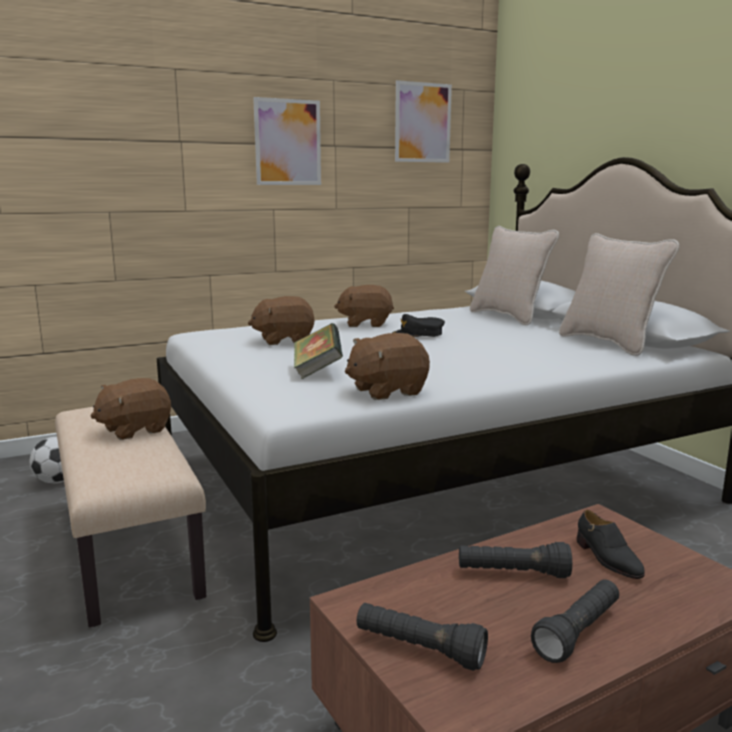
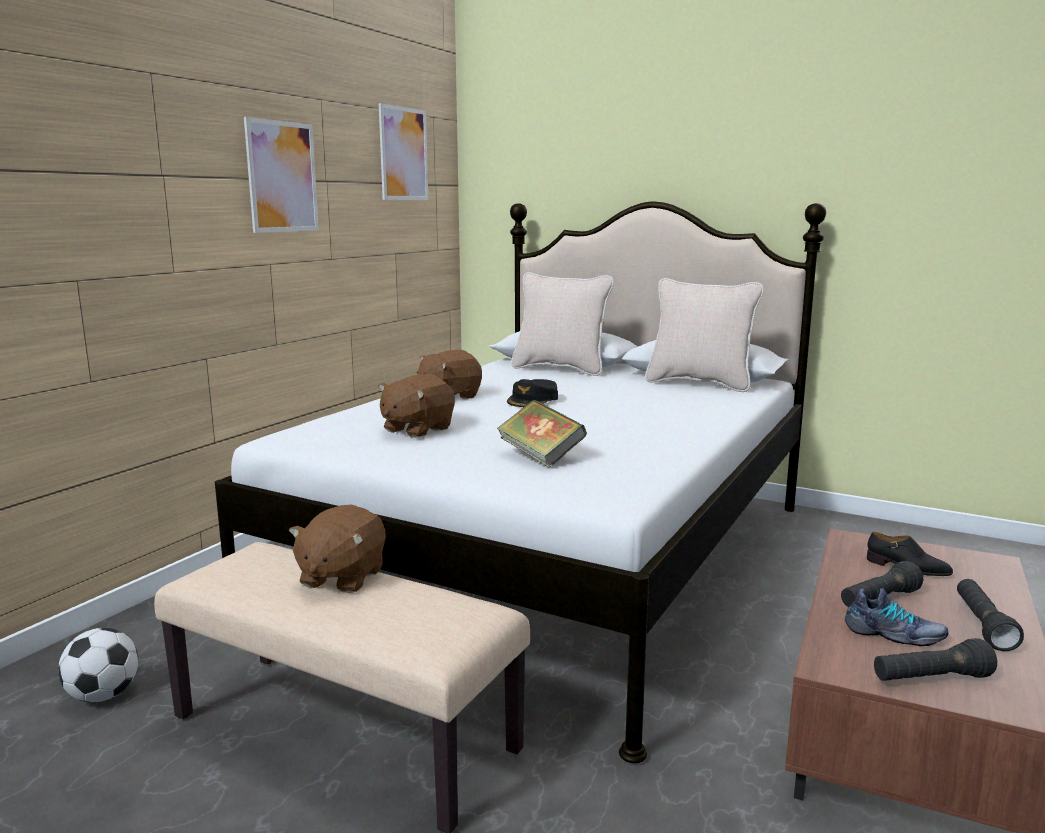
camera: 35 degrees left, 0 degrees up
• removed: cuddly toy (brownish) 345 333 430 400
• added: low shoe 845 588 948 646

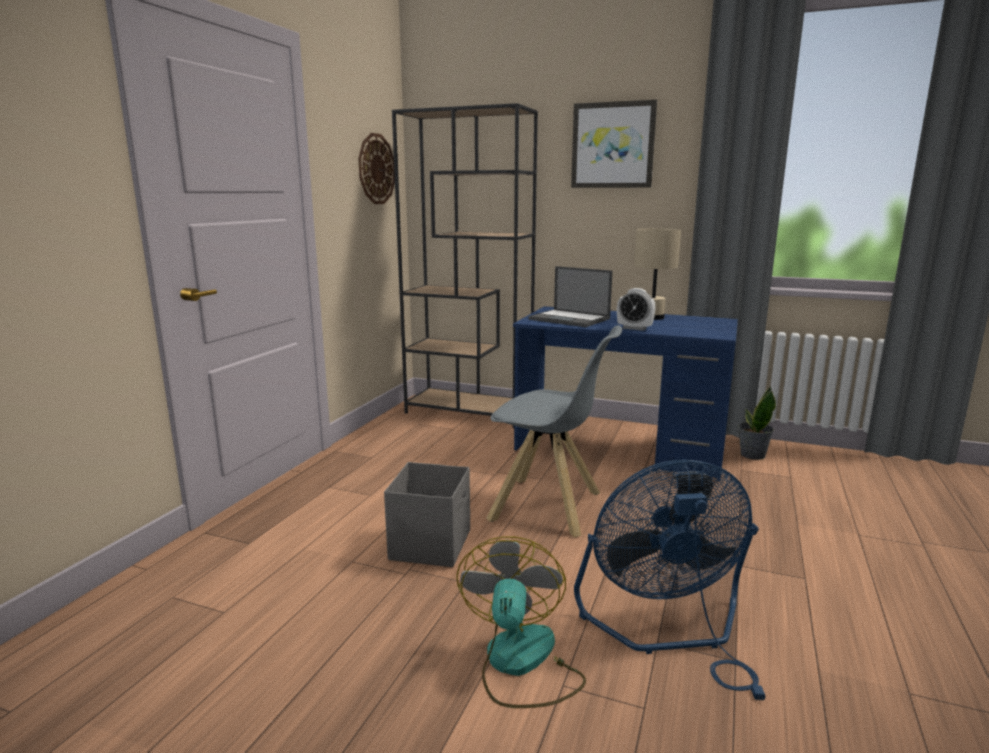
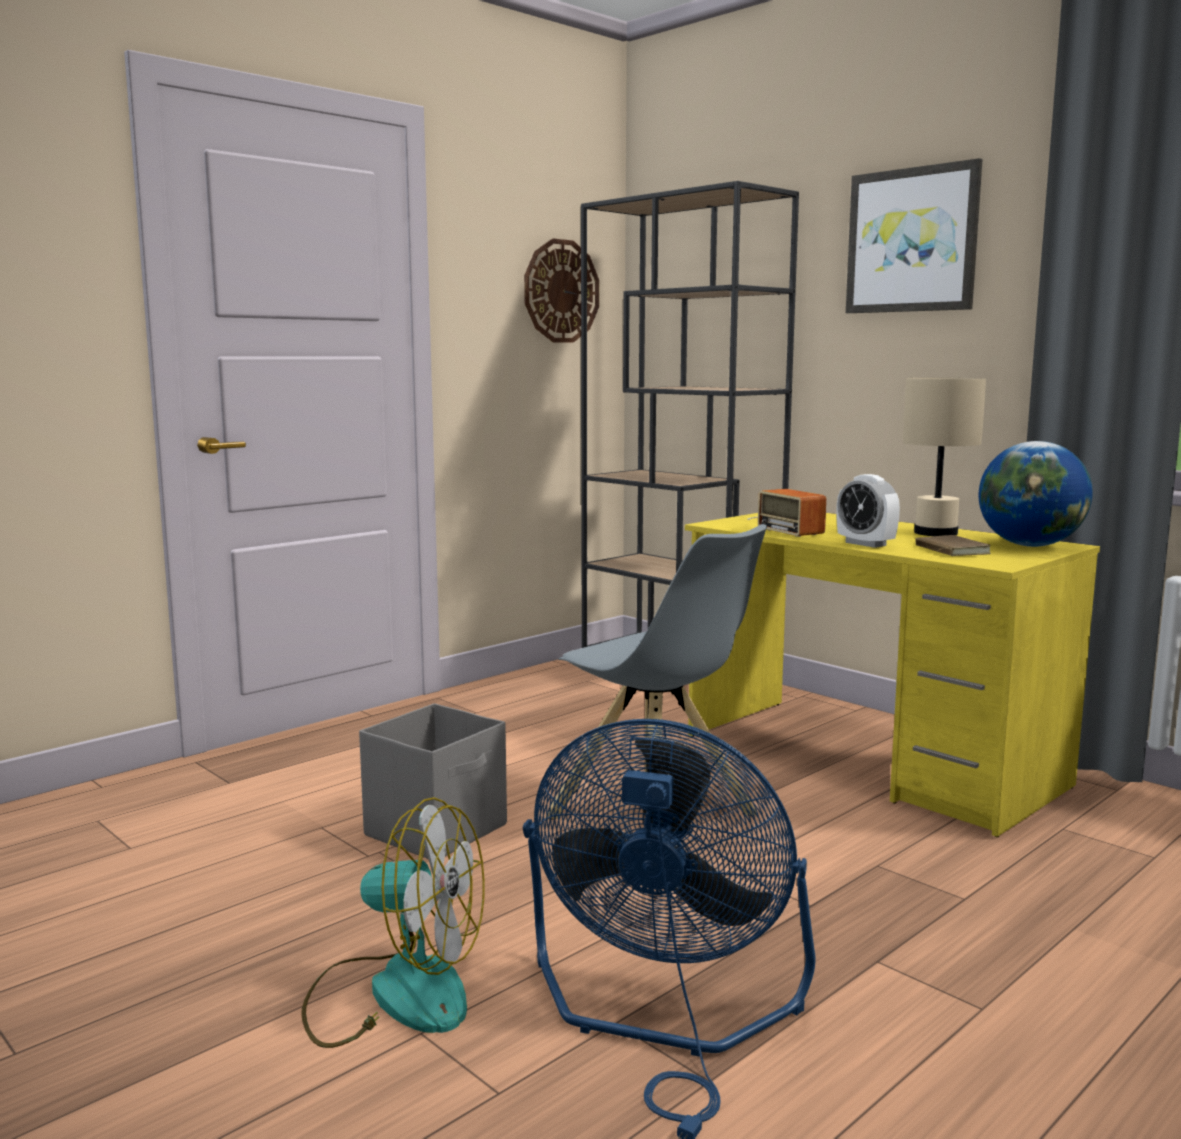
camera: 25 degrees right, 5 degrees down
• removed: potted plant 738 386 776 460
• added: volume (brownish) 915 535 991 556
• added: globe 979 441 1093 547
• replaced: notebook computer 528 266 613 327 to radio receiver 747 489 827 537
• recoloured: desk unit (bluish) 513 306 738 481 to desk unit (yellowish) 685 513 1100 837
• turned: fan 456 536 586 708 = 301 797 485 1048 75 degrees clockwise

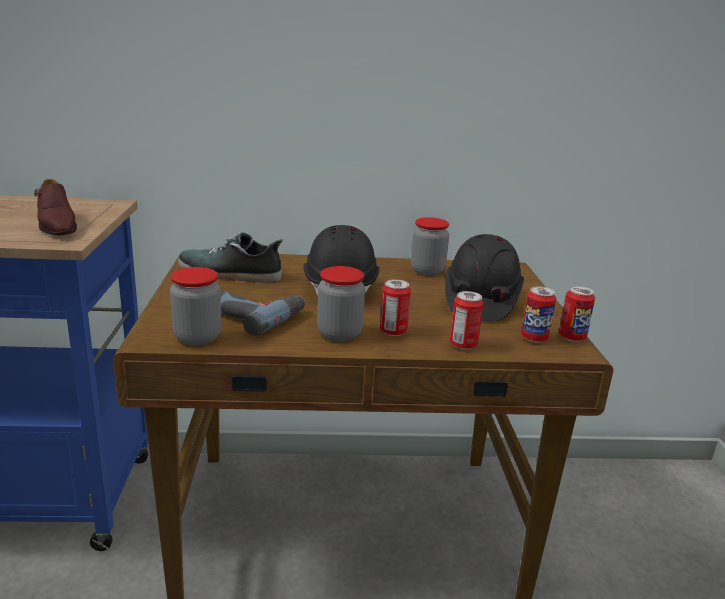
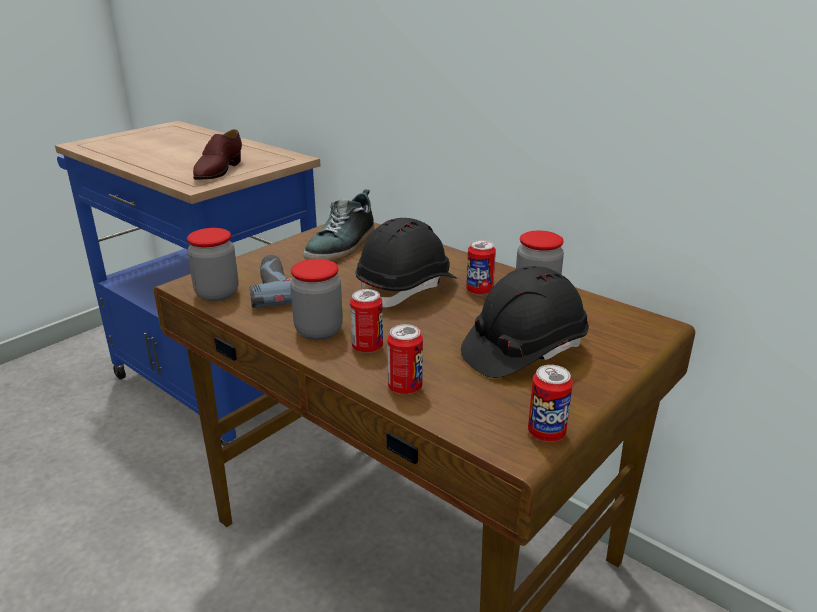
camera: 45 degrees right, 5 degrees up
• moved: can 521 286 556 343 to 466 240 496 296
• turned: low shoe 178 232 283 283 = 303 189 374 261 120 degrees counterclockwise

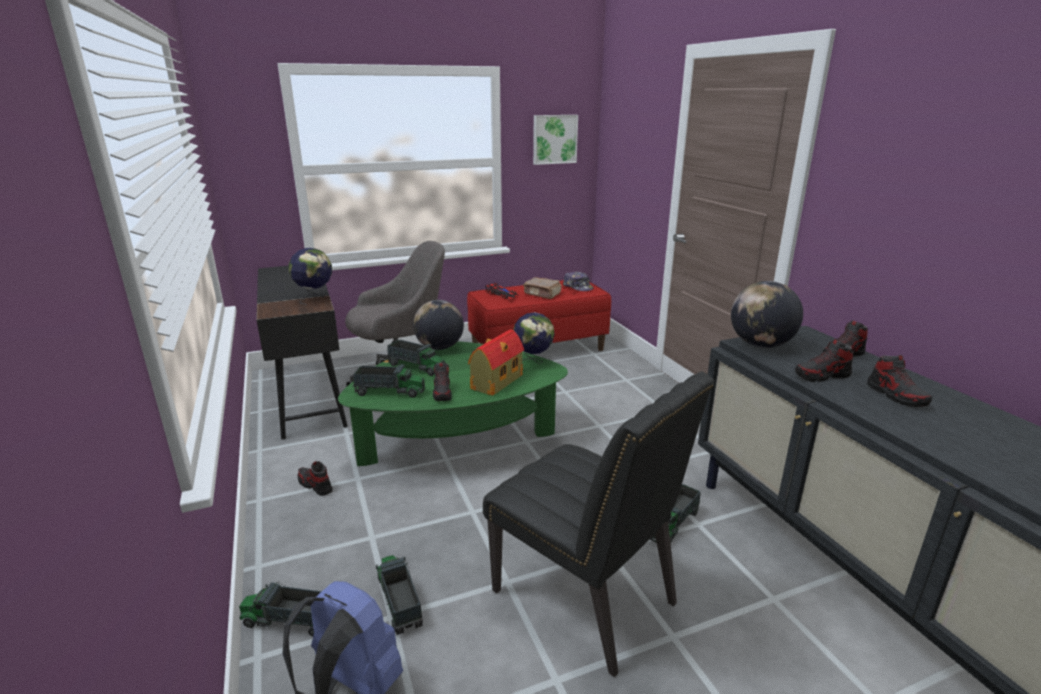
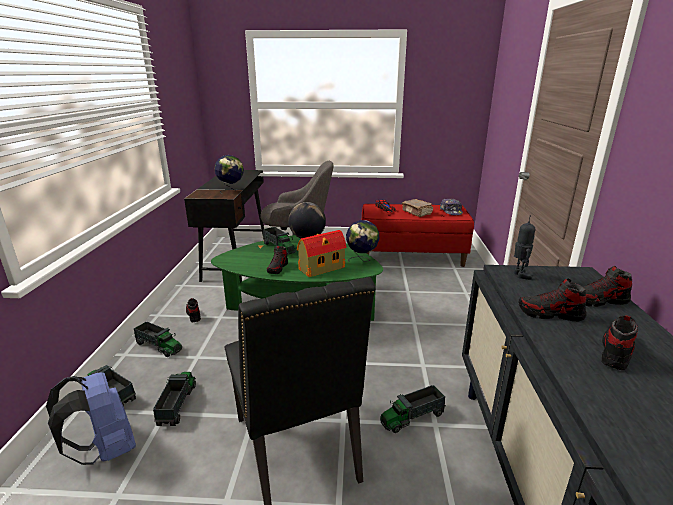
camera: 25 degrees right, 0 degrees up
• removed: wall art 533 115 578 165
• moved: toy truck 353 364 425 398 to 134 322 182 357
• replaced: globe 731 281 803 348 to toy robot 514 215 535 280
• turned: low shoe 867 355 932 407 = 601 315 638 370 150 degrees counterclockwise

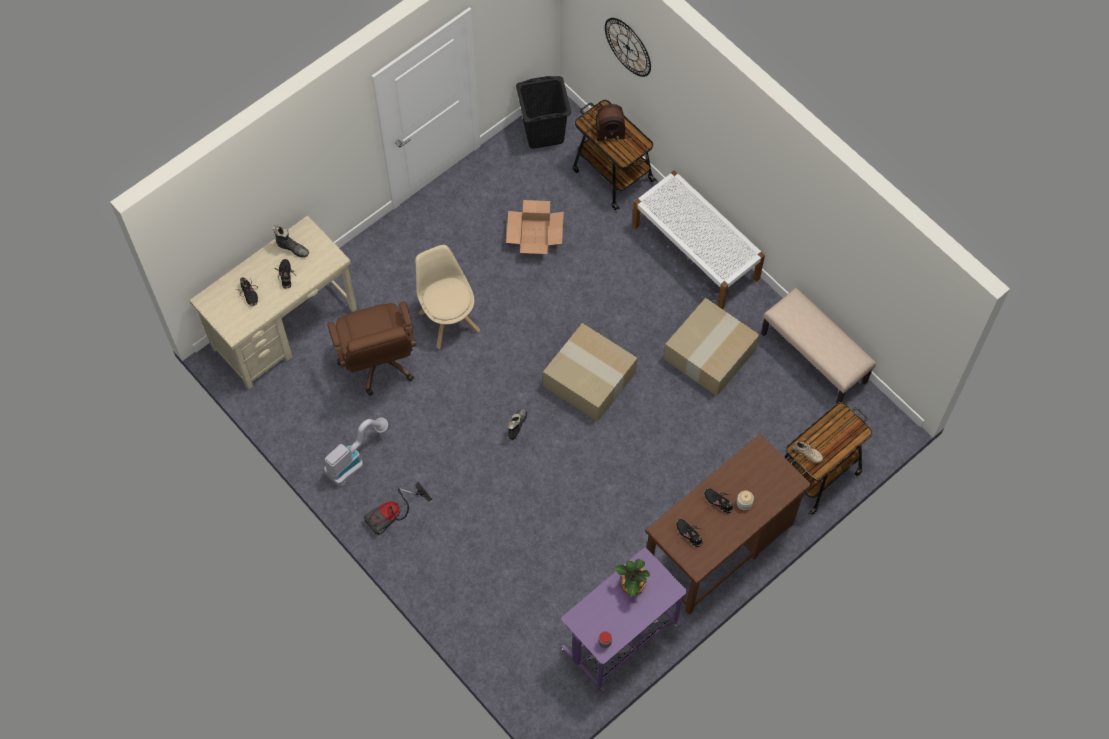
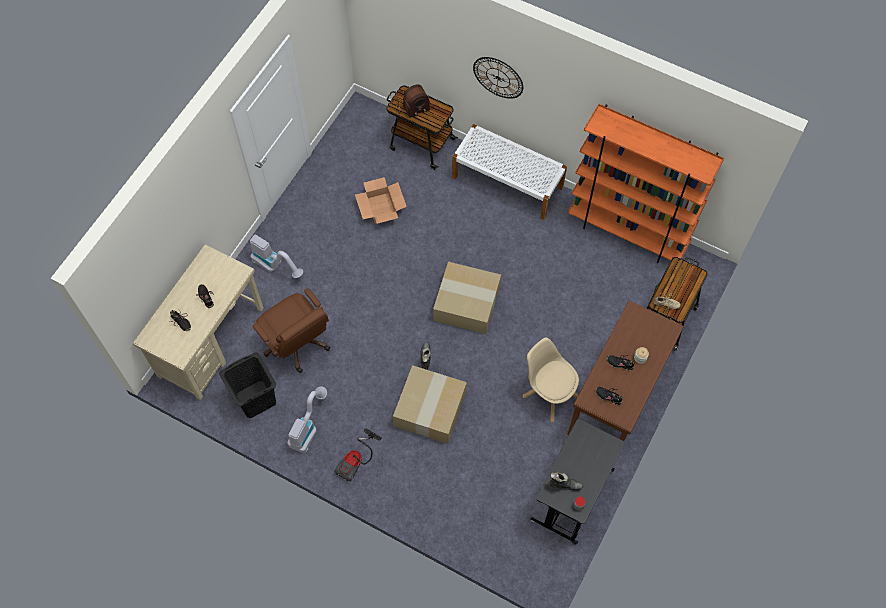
camera: 20 degrees left, 0 degrees up
• removed: potted plant 615 559 650 597
• added: vacuum 250 235 303 278
• moved: high-top boot (blackish) 272 225 309 258 to 550 473 583 491
• moved: chair (beige) 415 245 480 349 to 523 337 579 422
• moved: laundry basket (blackish) 516 76 571 149 to 219 352 276 418
• moved: clock on the wall 605 18 651 77 to 473 57 523 99
• moved: cardboard box 664 298 759 396 to 393 365 467 443
• replaced: long seat (beige) 761 288 876 403 to bookshelf (orange-coloured) 568 104 724 263
• recoloured: desk unit (purple-coloured) 561 548 687 693 to desk unit (blackish) 531 419 625 545

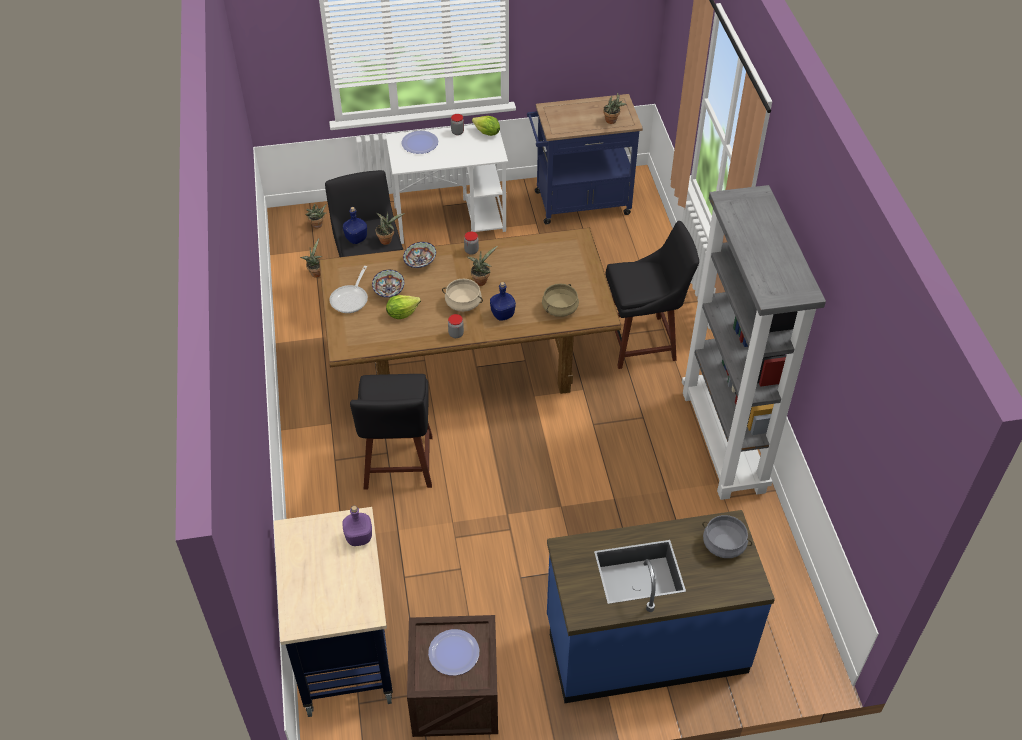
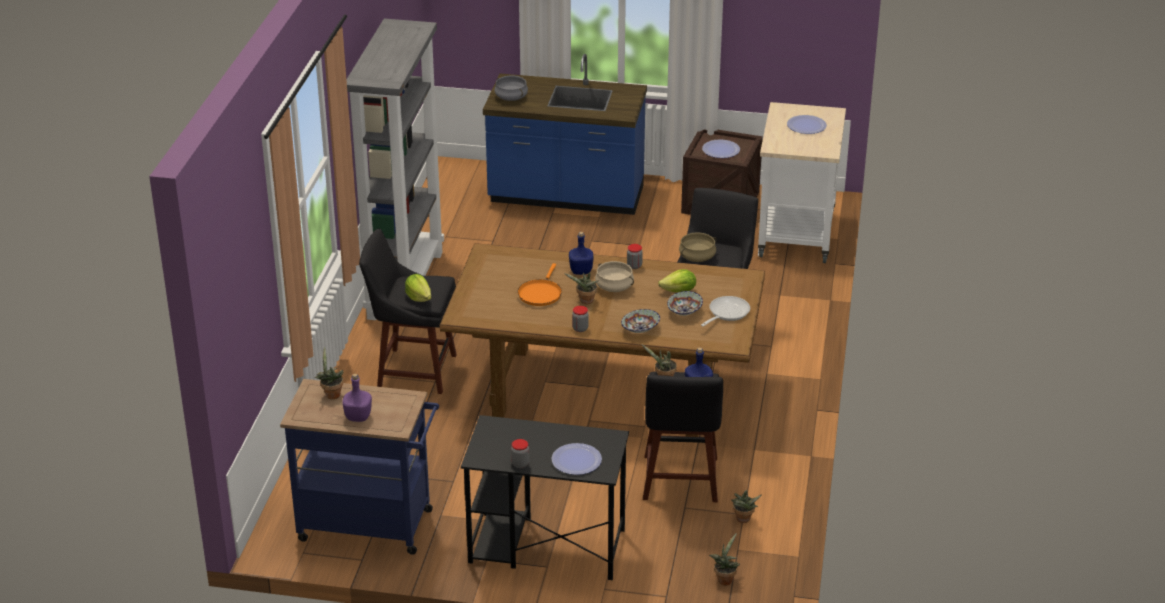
camera: 160 degrees left, 15 degrees down
• added: skillet (orange-coloured) 518 263 562 306
• added: flat dish 787 115 827 134
• moved: bottle (purple-coloured) 342 506 372 546 to 342 374 372 422
• moved: head of lettuce 472 116 500 136 to 405 274 431 302
• moved: saucepot (beige) 542 284 579 317 to 679 232 716 262
• recoloured: cart (bluish) 274 507 393 717 to cart (whitish) 758 102 846 263
• recoloured: desk unit (whitish) 386 125 508 244 to desk unit (blackish) 461 415 629 580

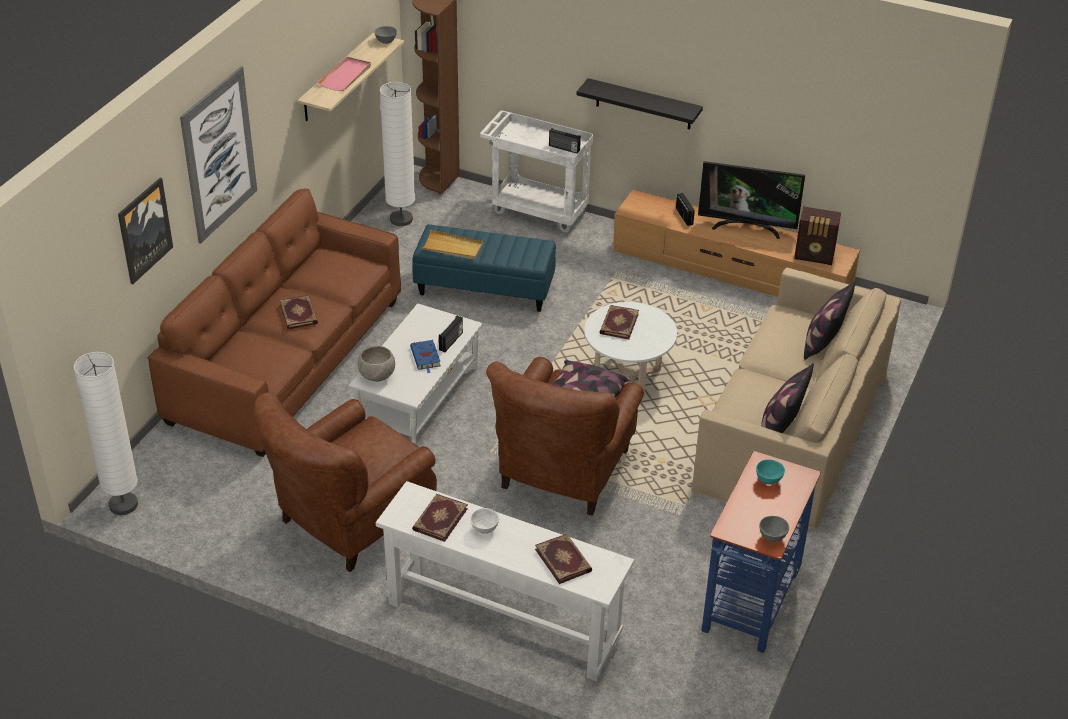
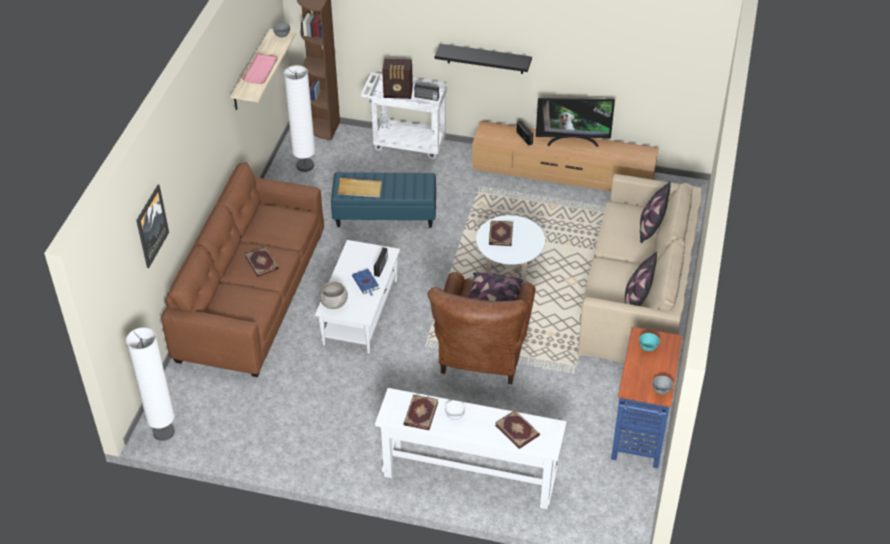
camera: 10 degrees left, 5 degrees up
• removed: wall art 180 66 257 244
• removed: easy chair (brownish) 254 393 437 572
• moved: radio receiver 794 207 841 265 to 382 59 413 99

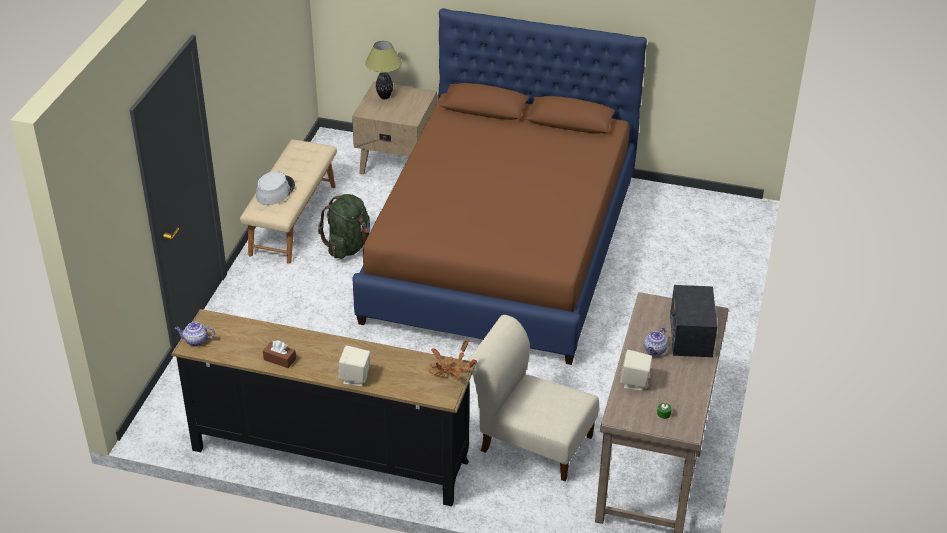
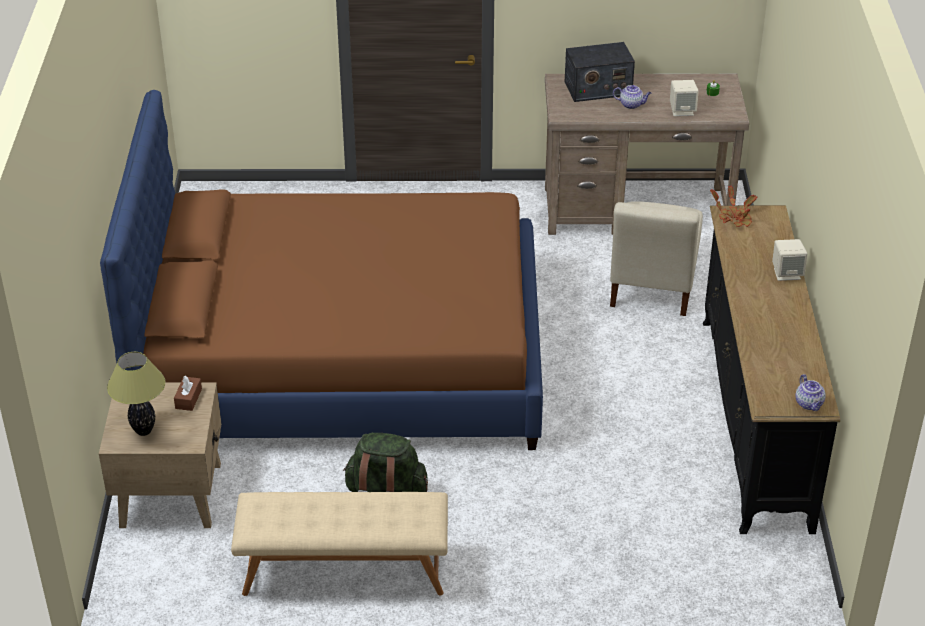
camera: 105 degrees left, 0 degrees up
• removed: wearable hat (grey) 256 171 295 205
• moved: tissue box (brownish) 263 340 296 368 to 174 376 202 411

